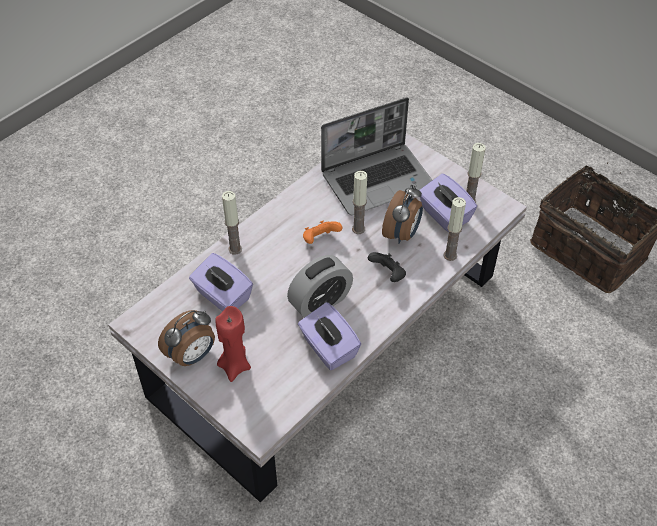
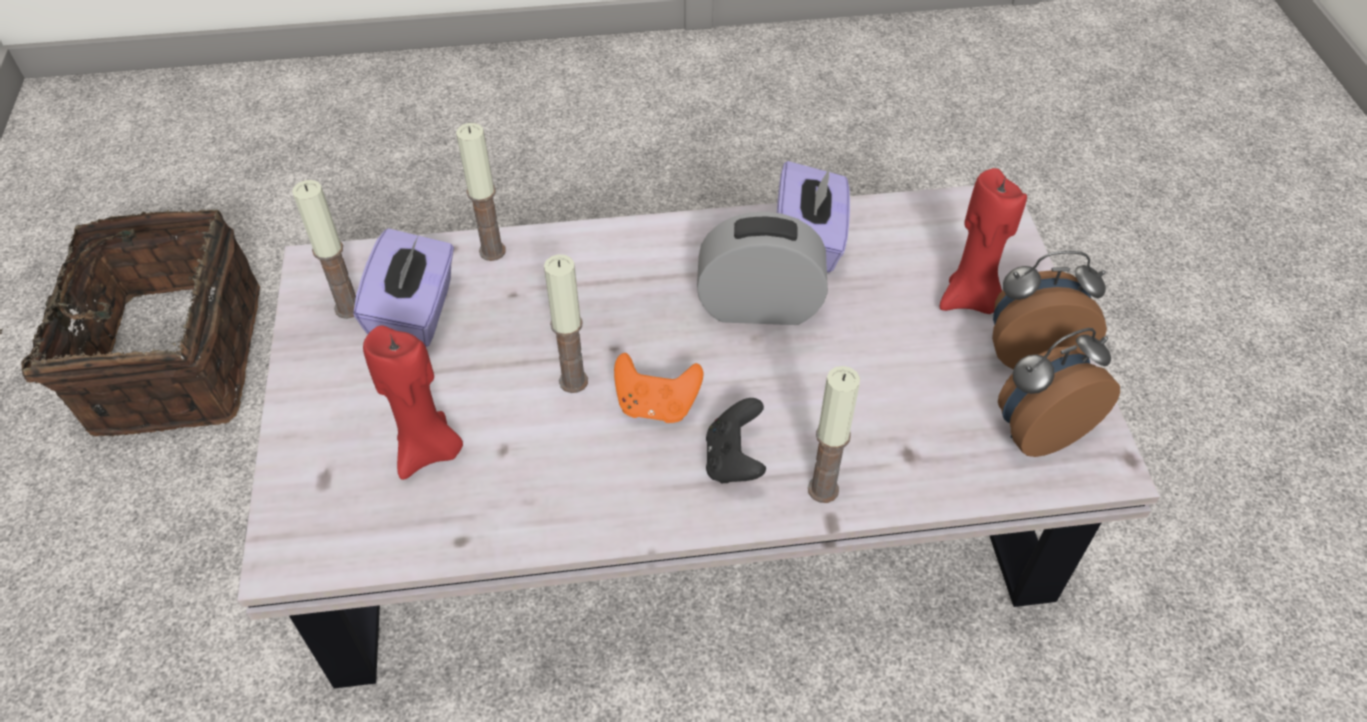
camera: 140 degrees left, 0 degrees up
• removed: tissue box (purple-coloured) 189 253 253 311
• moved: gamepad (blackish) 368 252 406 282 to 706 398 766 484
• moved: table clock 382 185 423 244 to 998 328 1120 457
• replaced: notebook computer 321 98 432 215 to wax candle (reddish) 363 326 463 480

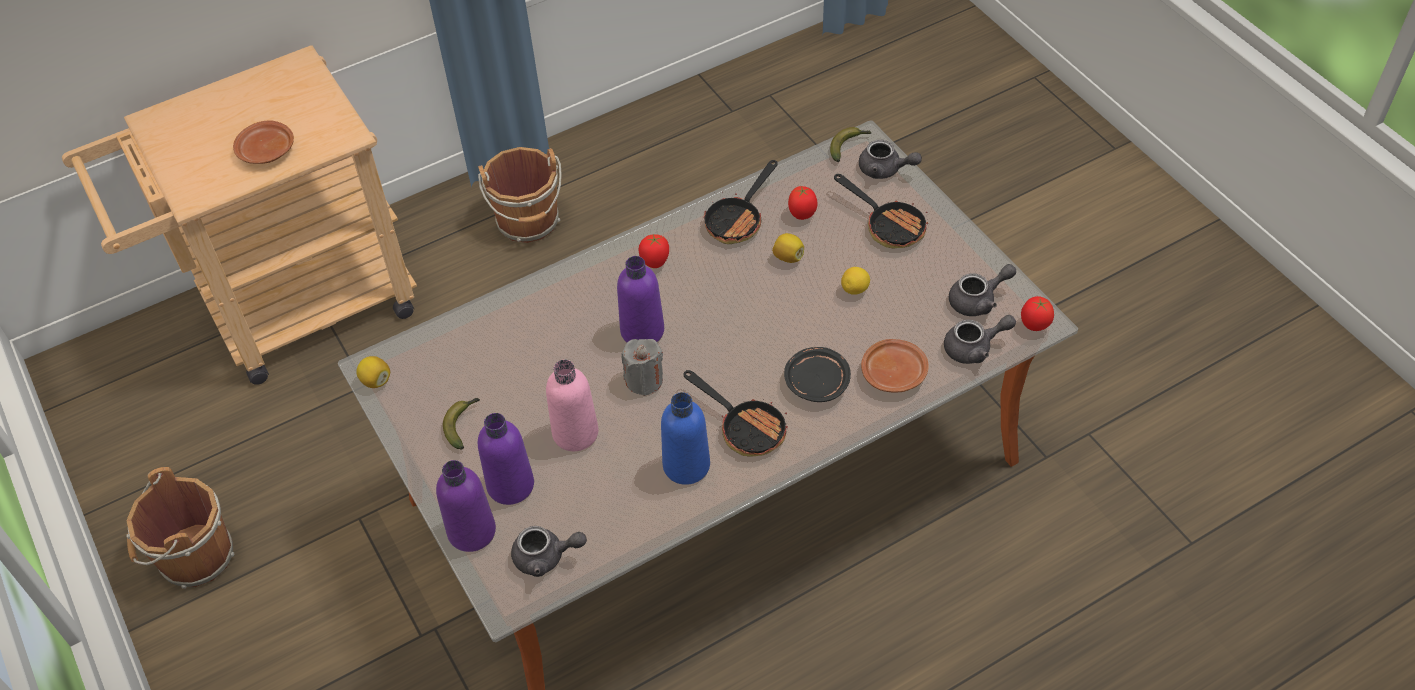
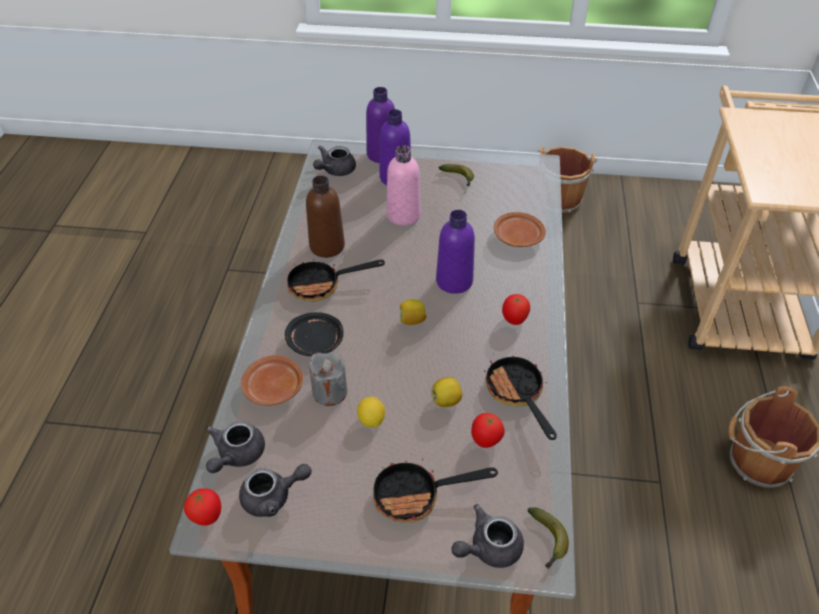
camera: 125 degrees right, 5 degrees down
• moved: flat dish (brownish) 233 120 294 164 to 494 212 546 247
• moved: whole lemon 356 356 390 388 to 400 299 427 325
• moved: wax candle (grey) 621 339 663 396 to 308 352 348 406
• recoloured: bottle (bluish) 661 392 710 485 to bottle (brownish) 306 175 345 258
• turned: pot for tea (grey) 949 264 1016 316 = 239 464 312 517 120 degrees counterclockwise

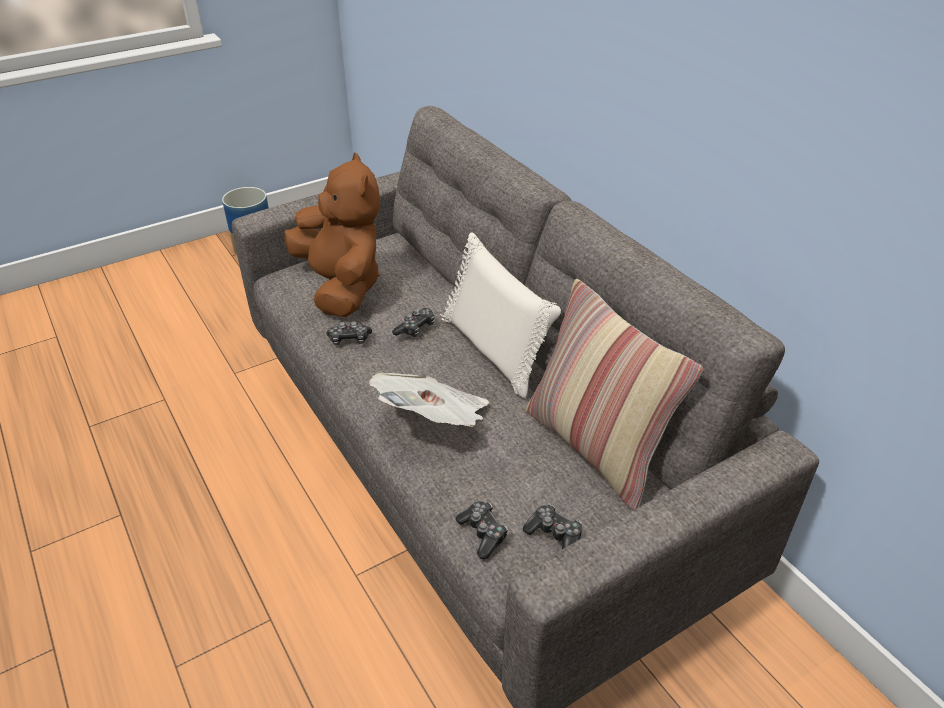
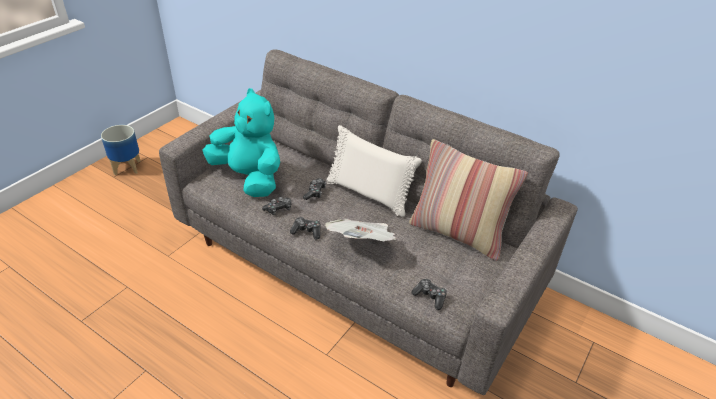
camera: 25 degrees left, 0 degrees up
• moved: gamepad 523 505 582 549 to 290 217 321 239
• recoloured: cuddly toy (brownish) 284 152 380 317 to cuddly toy (blue-green) 202 88 280 197

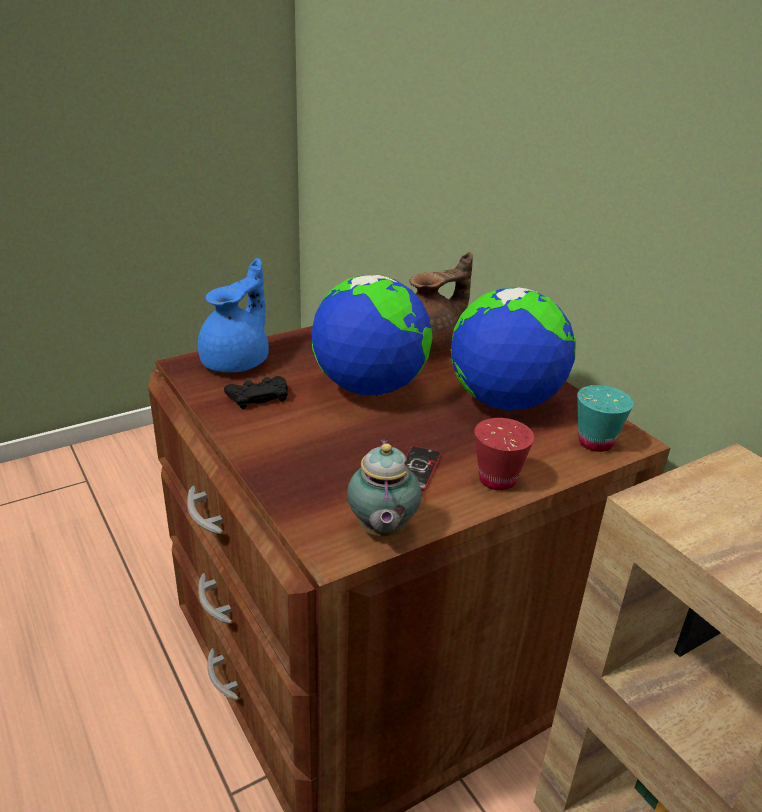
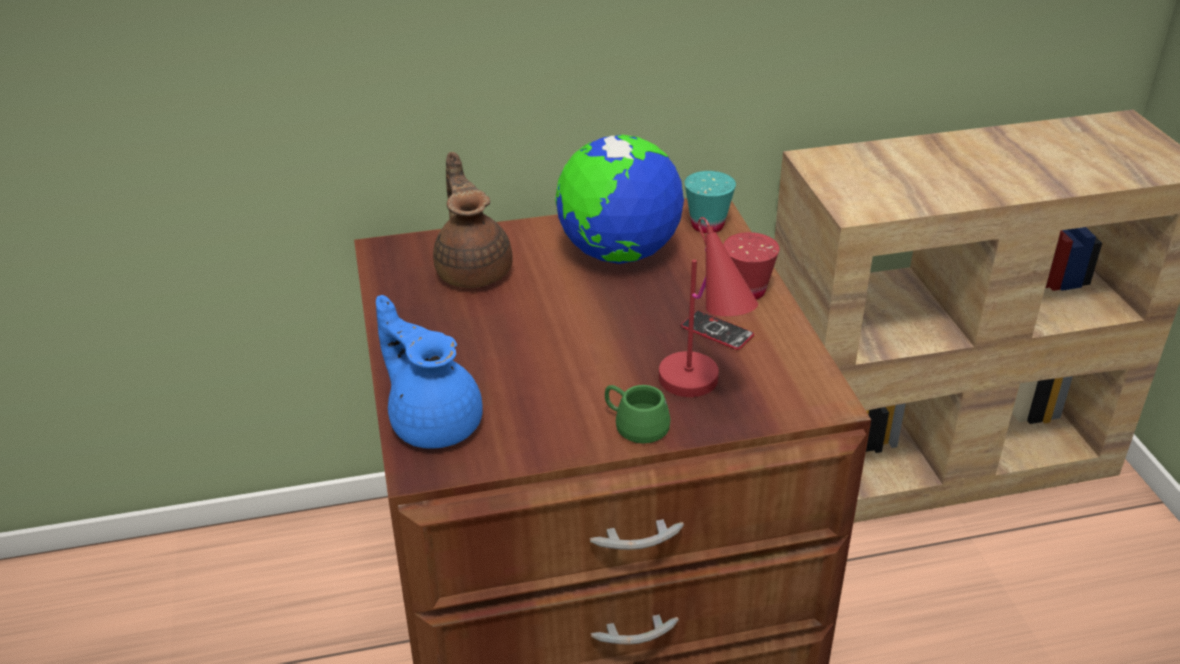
camera: 70 degrees left, 5 degrees up
• removed: gamepad (blackish) 224 376 288 409
• removed: globe 311 275 432 395
• removed: pot for tea 347 439 421 536
• added: mug (green-coloured) 605 385 671 444
• added: lamp for a table (reddish) 659 217 758 397

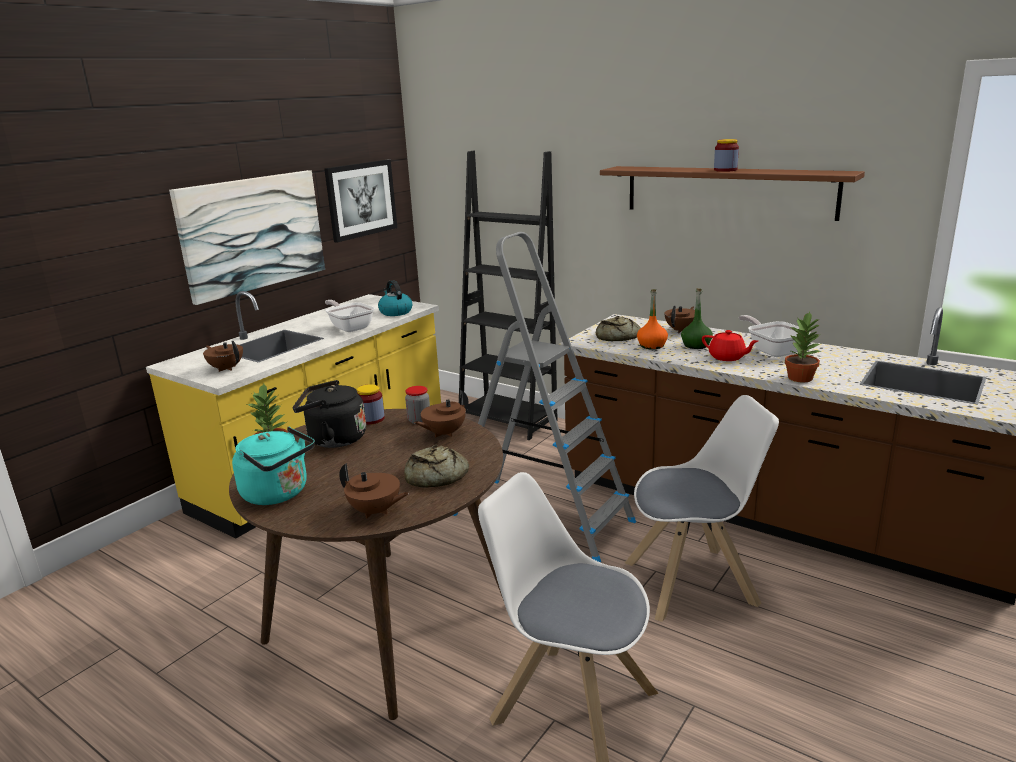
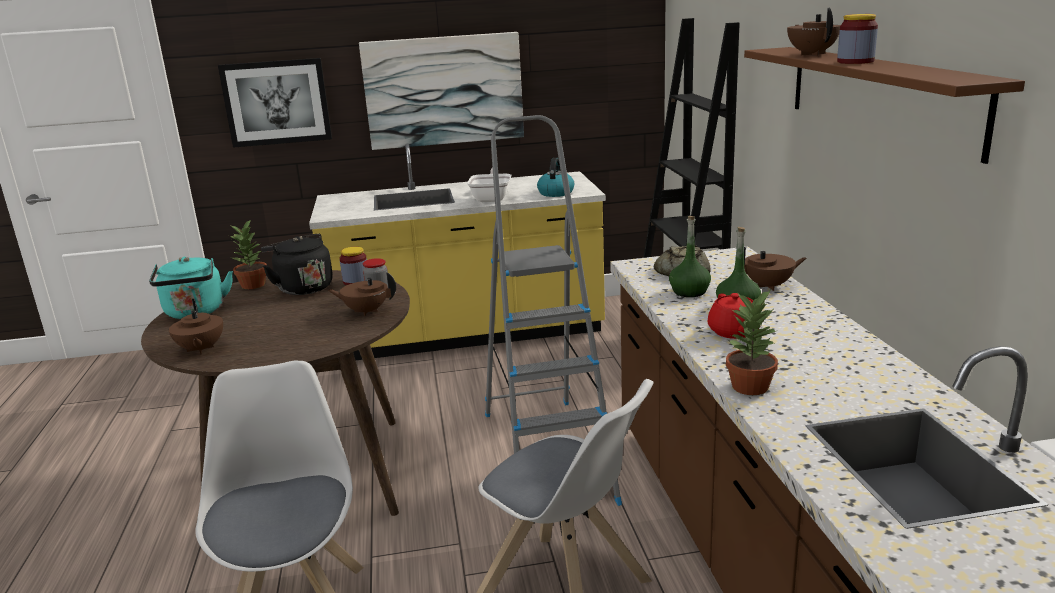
camera: 45 degrees right, 0 degrees up
• removed: baked bread 404 445 469 488
• removed: skillet 739 315 810 357
• moved: pot for tea (brownish) 203 341 243 372 to 787 8 840 56
• moved: wall art 324 160 397 242 to 218 58 332 148
• recoloured: bottle (orange-coloured) 637 289 668 349 to bottle (green-coloured) 669 216 711 297

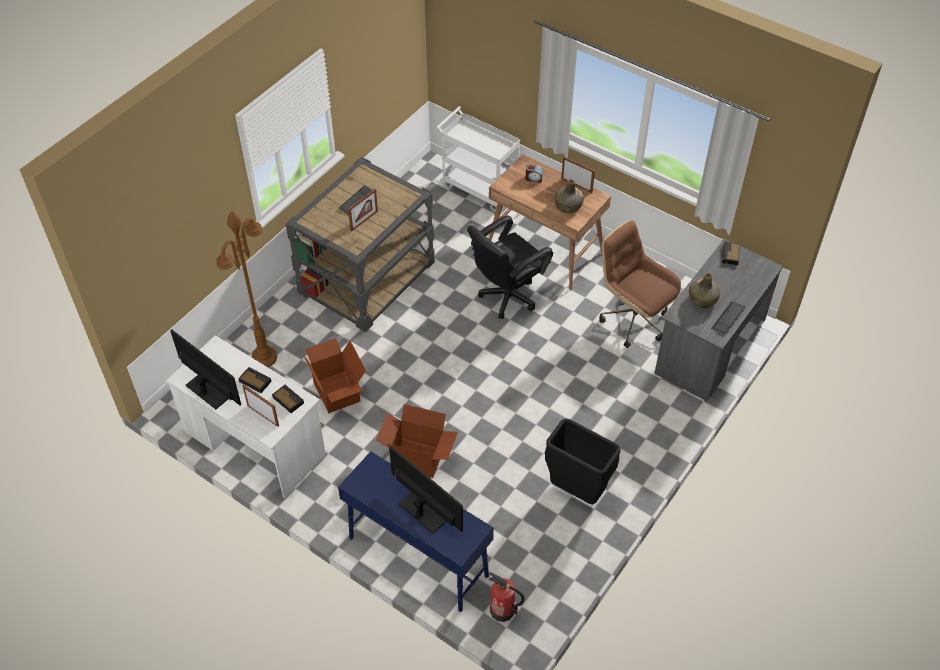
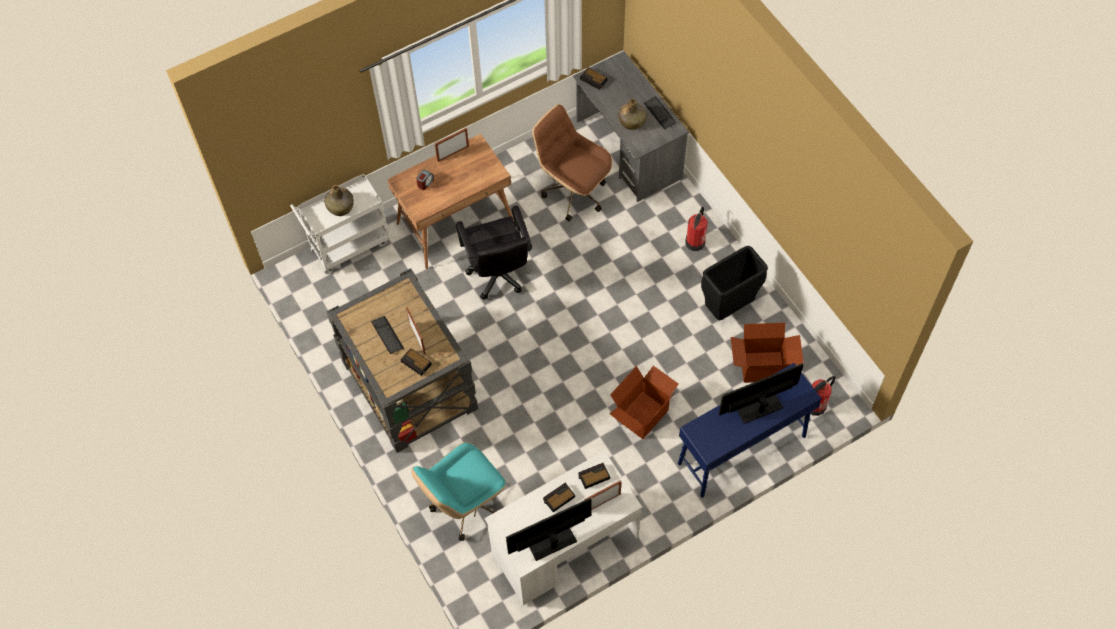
camera: 65 degrees left, 10 degrees up
• added: table clock 400 348 432 376
• added: fire extinguisher 685 207 707 251
• moved: cardboard box 304 338 366 413 to 731 323 804 383
• moved: bottle (green-coloured) 555 179 584 213 to 324 185 354 216
• replaced: floor lamp (brownish) 216 211 277 367 to office chair (blue-green) 411 442 506 541
• turned: office chair (brownish) 599 220 681 348 = 532 104 612 222 60 degrees clockwise

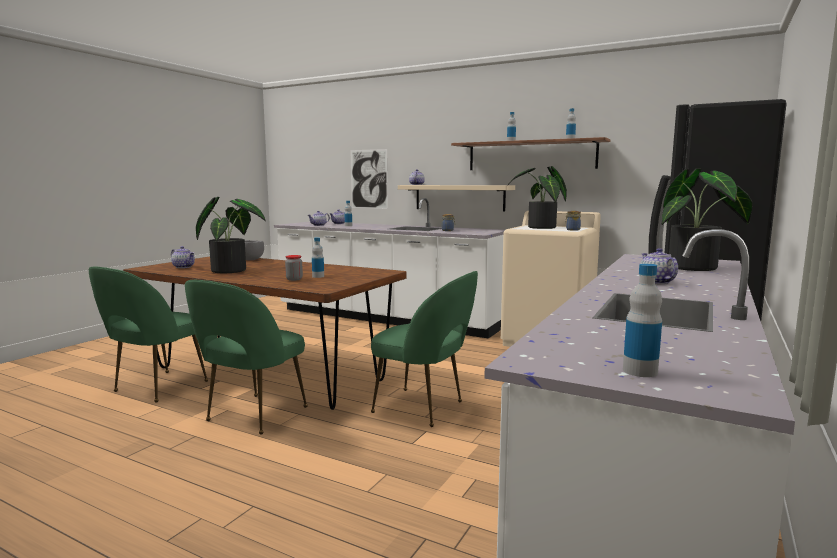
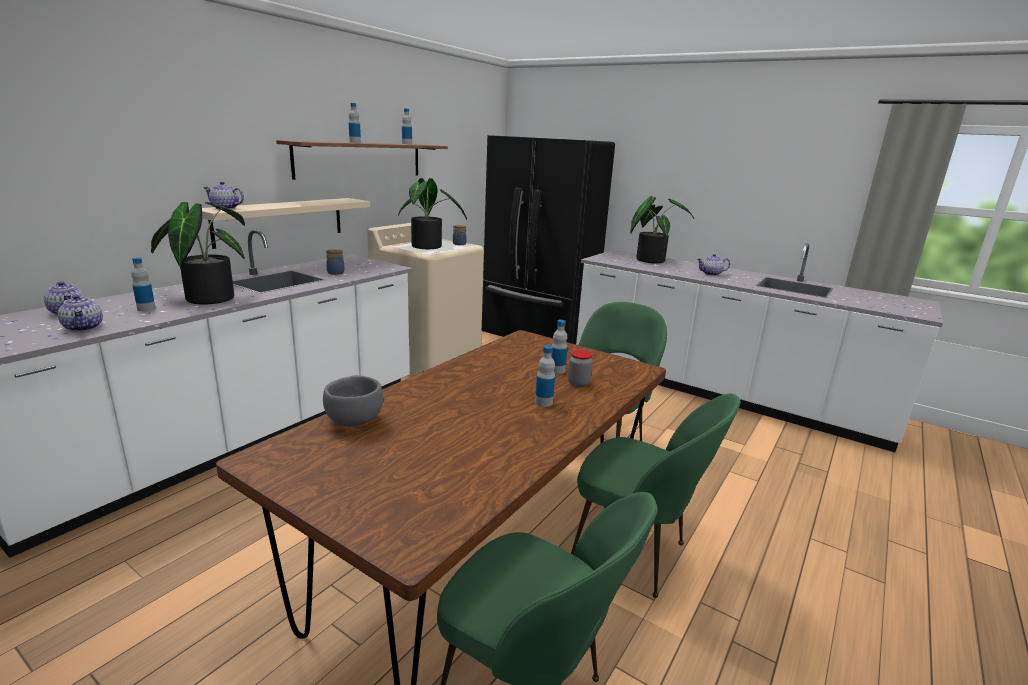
camera: 85 degrees left, 10 degrees up
• removed: pot for tea 171 246 195 268
• removed: wall art 350 149 388 209
• moved: potted plant 196 197 266 273 to 151 202 245 304
• moved: bottle 623 264 662 377 to 535 345 555 407

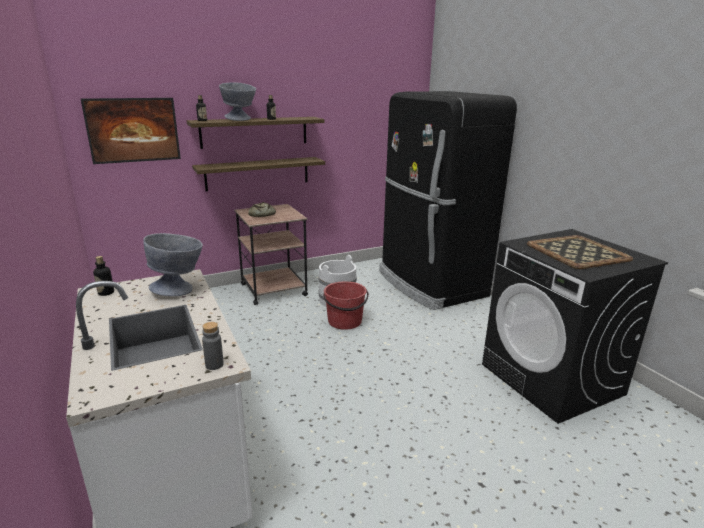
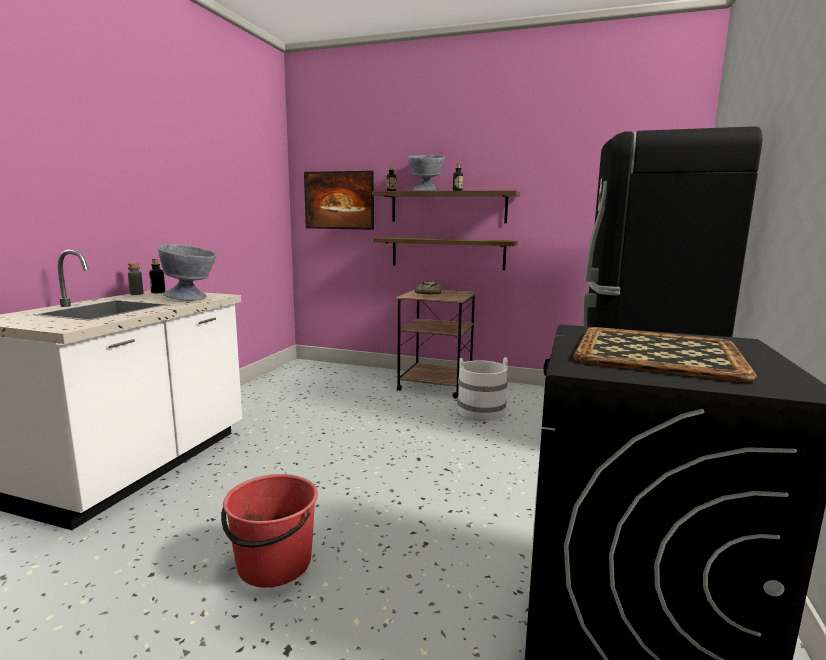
camera: 45 degrees right, 10 degrees down
• moved: bottle (grey) 202 322 224 370 to 128 263 144 295
• moved: pail (reddish) 323 281 369 330 to 221 474 318 588

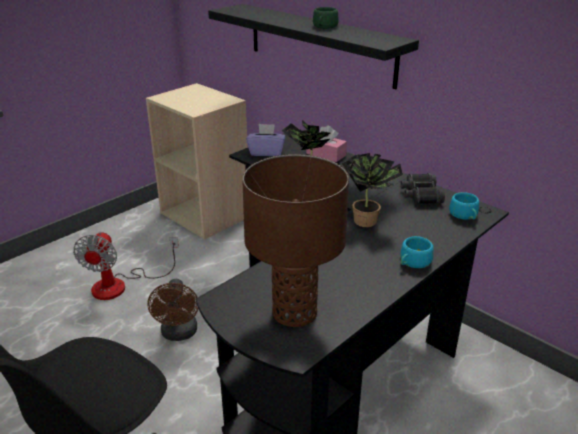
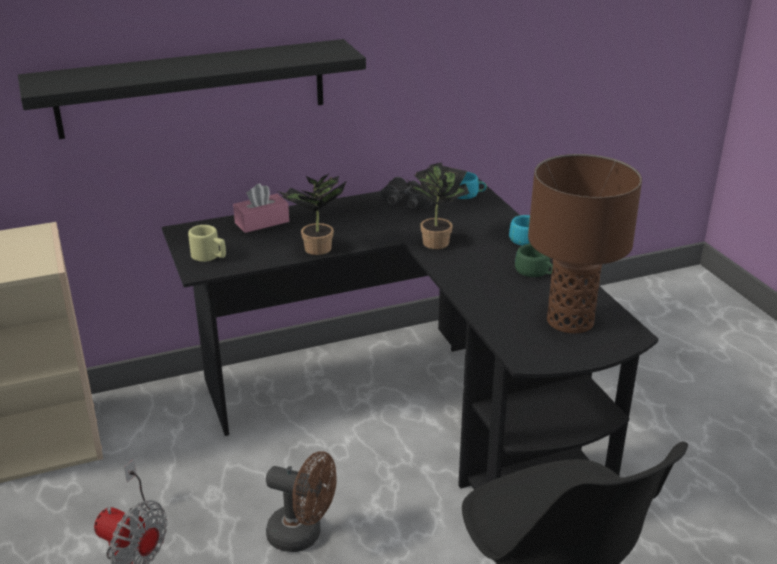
camera: 65 degrees left, 0 degrees up
• moved: drinking cup (green-coloured) 313 7 338 29 to 515 244 553 277
• replaced: tissue box (purple-coloured) 246 124 286 156 to mug (beige) 188 225 226 262

